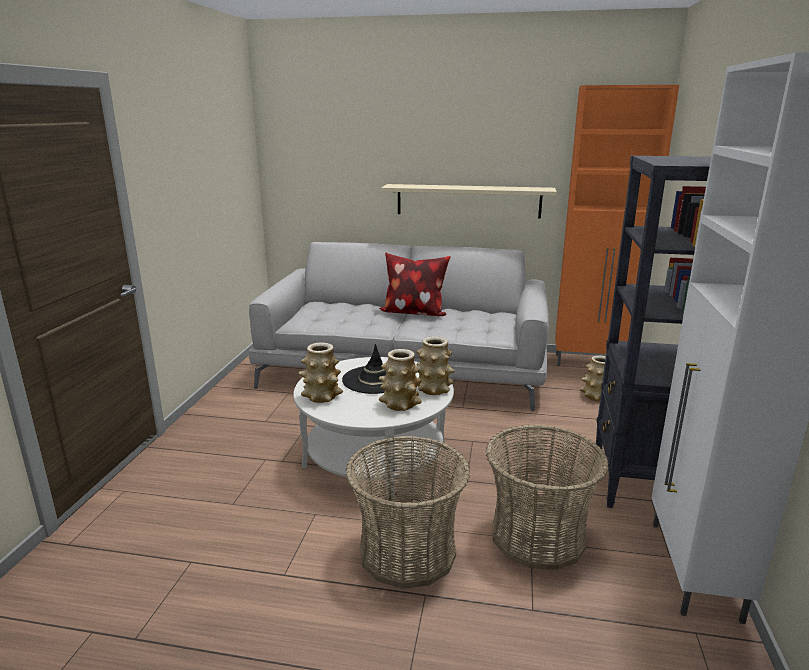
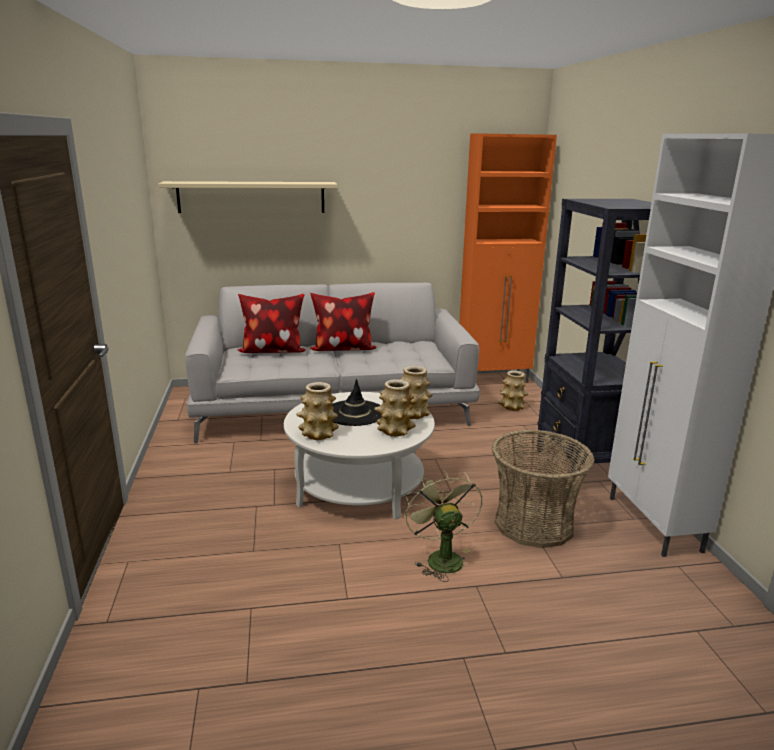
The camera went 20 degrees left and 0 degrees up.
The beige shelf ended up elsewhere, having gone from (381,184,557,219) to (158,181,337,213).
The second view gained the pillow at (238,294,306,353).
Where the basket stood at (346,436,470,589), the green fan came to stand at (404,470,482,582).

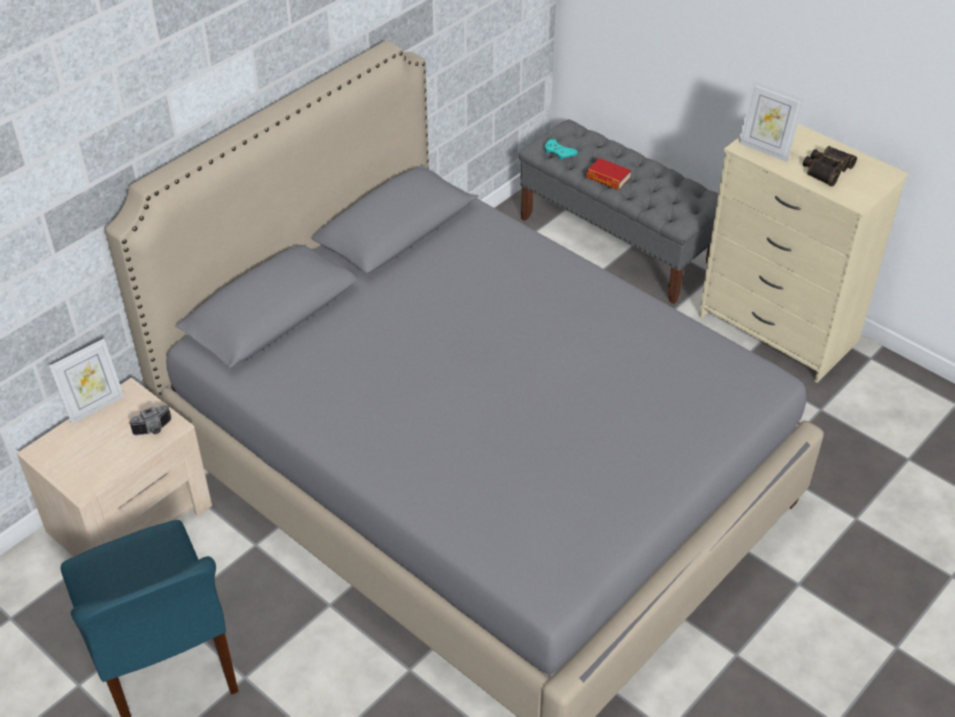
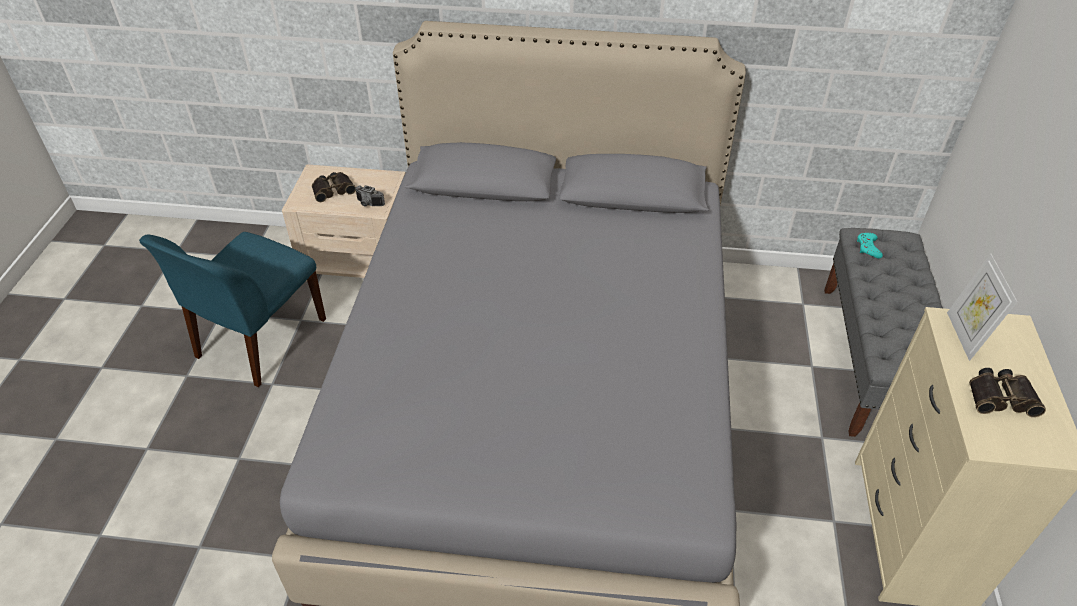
The camera went 55 degrees right and 0 degrees up.
The second view gained the binoculars at (312,172,356,202).
The second view lost the picture frame at (49,338,124,424).
The second view lost the book at (586,158,631,190).

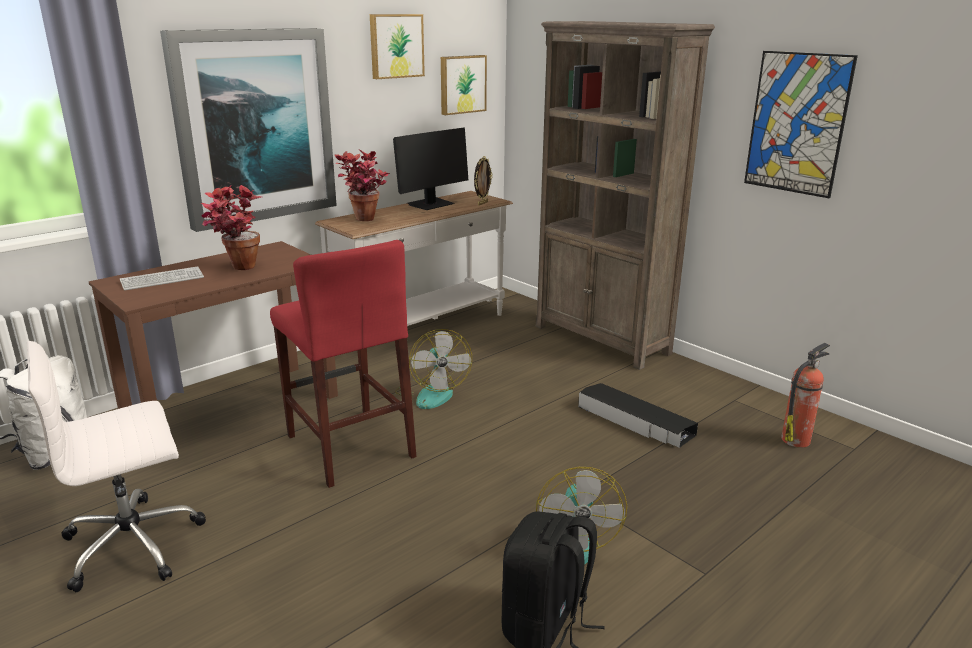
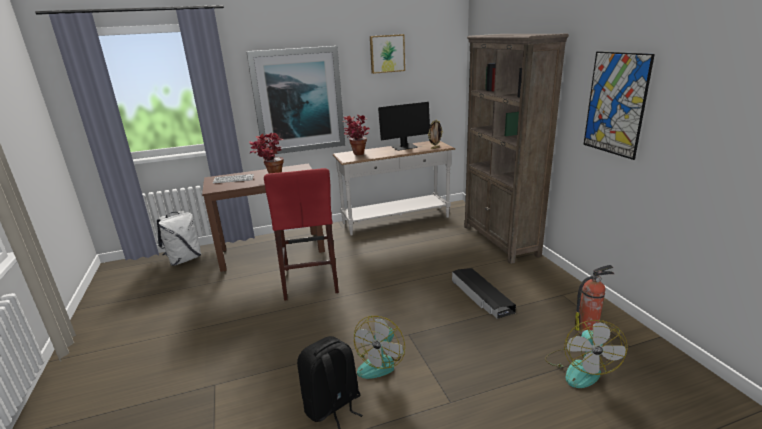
The camera went 25 degrees right and 0 degrees up.
The fan ended up elsewhere, having gone from (395,329,472,409) to (545,320,628,388).
The second view lost the white office chair at (26,341,206,592).
The second view lost the picture at (441,55,487,115).

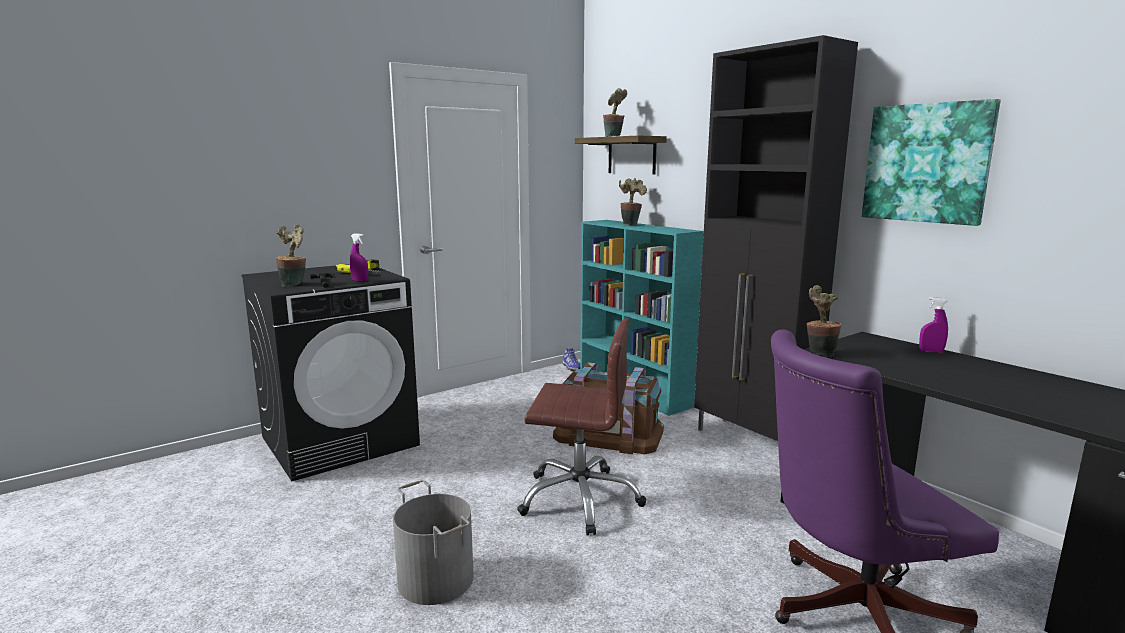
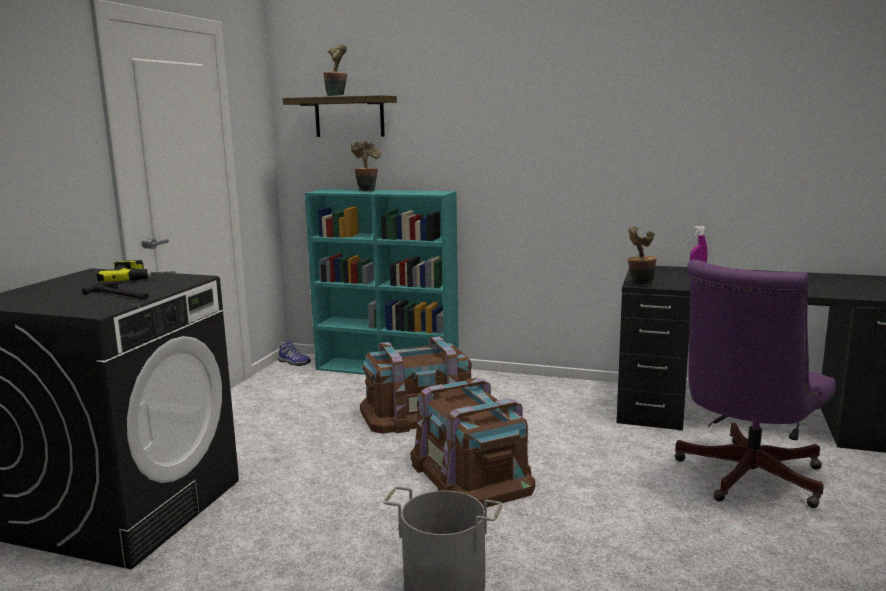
The camera went 35 degrees left and 0 degrees up.
Where the brown office chair stood at (517,319,646,535), the brown storage box came to stand at (411,378,535,507).
The second view lost the potted plant at (275,224,306,287).
The second view lost the purple spray bottle at (350,234,368,282).
The second view lost the black cabinet at (694,35,858,441).
The second view lost the picture at (862,99,1001,226).

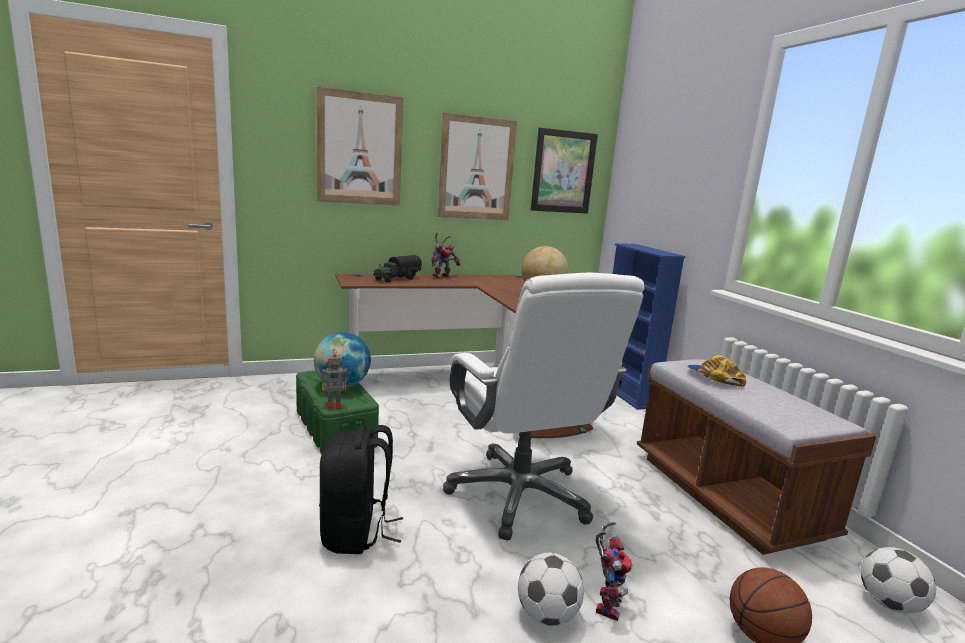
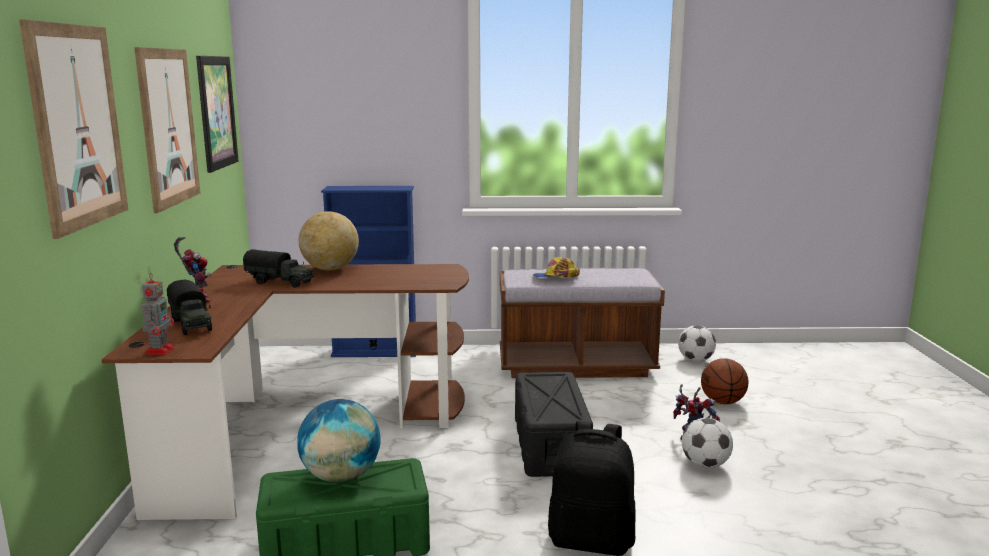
The camera went 70 degrees left and 0 degrees up.
The toy robot ended up elsewhere, having gone from (322,349,349,409) to (142,273,175,355).
The second view gained the toy truck at (243,249,314,288).
Where the white office chair stood at (443,273,645,540), the black storage box came to stand at (515,372,593,477).

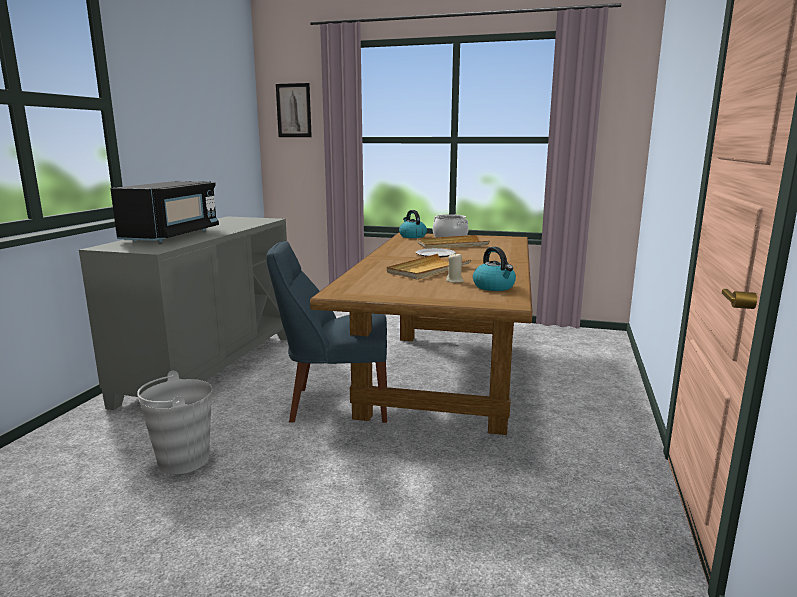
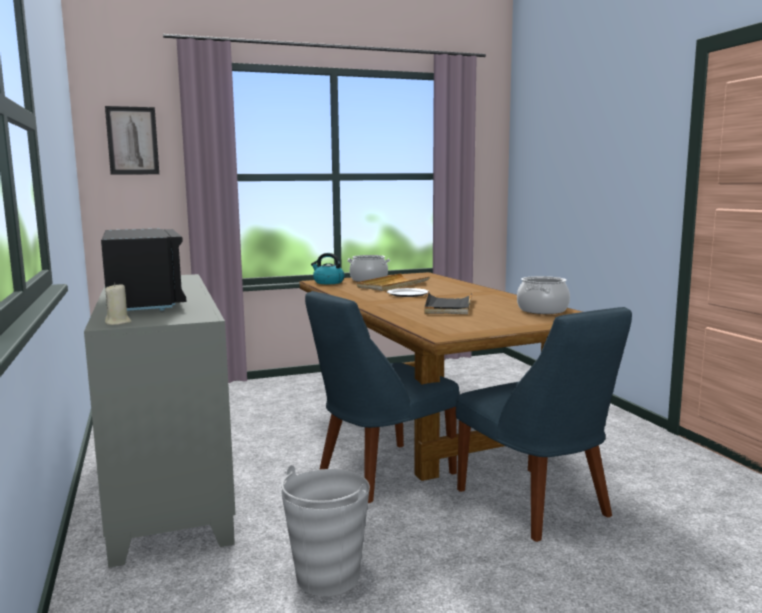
The camera went 35 degrees left and 5 degrees down.
The beige candle ended up elsewhere, having gone from (446,253,463,283) to (105,283,132,325).
What was the beige tray at (387,254,472,280) turned into the black tray at (424,291,473,315).
The second view gained the blue chair at (456,307,632,542).
Where the kettle stood at (473,247,516,291), the cooking pot came to stand at (517,276,570,314).

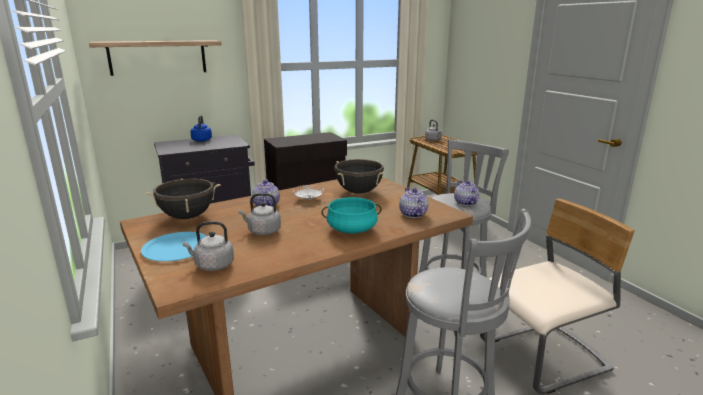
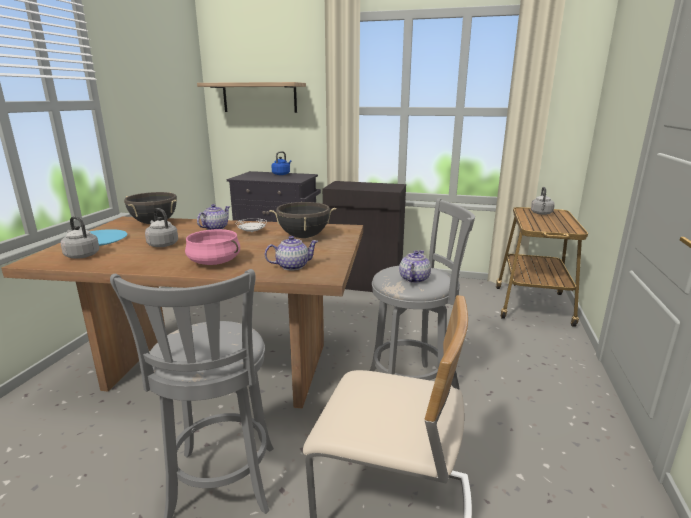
The camera went 40 degrees right and 0 degrees up.
What was the turquoise cooking pot at (322,197,382,233) turned into the pink cooking pot at (185,229,240,265).
The teapot at (399,187,428,218) ended up facing another way, 45 degrees clockwise from before.

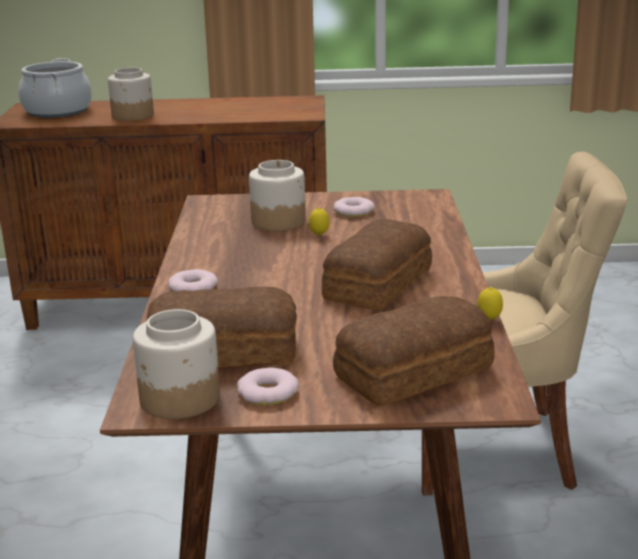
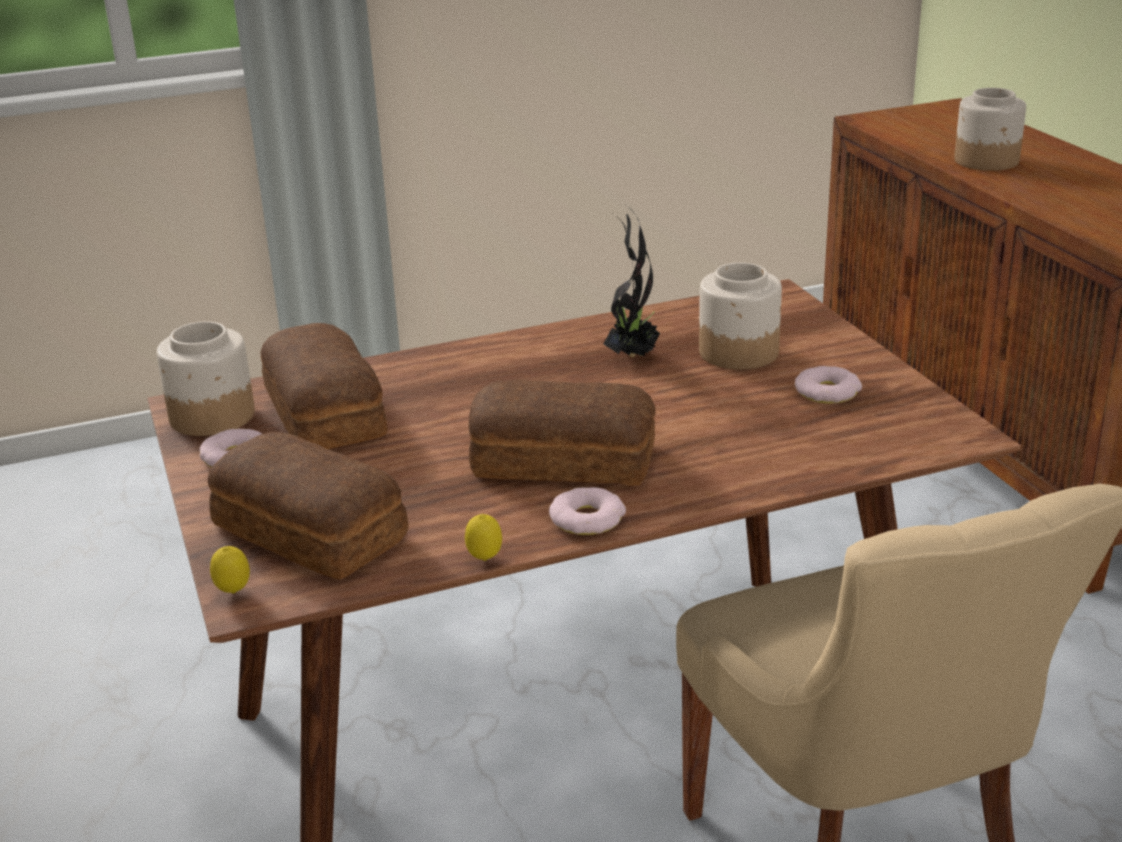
The camera went 70 degrees right and 5 degrees up.
The lemon ended up elsewhere, having gone from (309,208,329,236) to (210,546,250,594).
The donut ended up elsewhere, having gone from (168,269,218,292) to (549,487,626,535).
The second view gained the potted plant at (604,206,660,357).
The second view lost the cooking pot at (19,58,92,118).

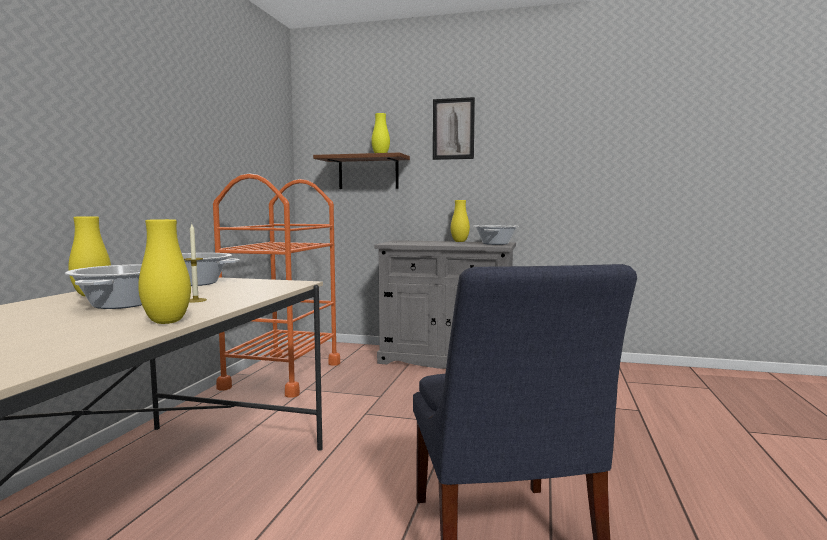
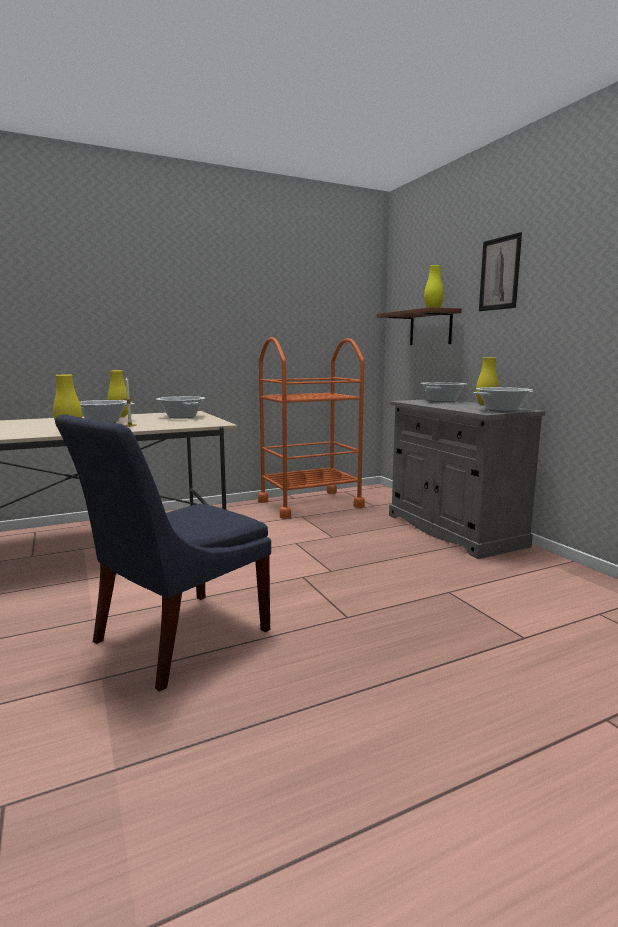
The camera went 50 degrees right and 5 degrees up.
The second view gained the cooking pot at (420,382,466,402).

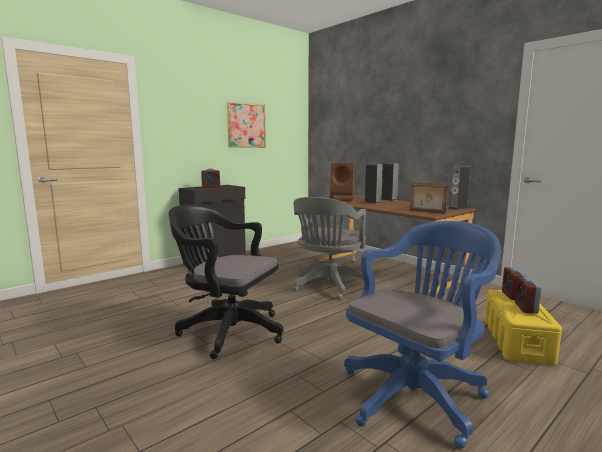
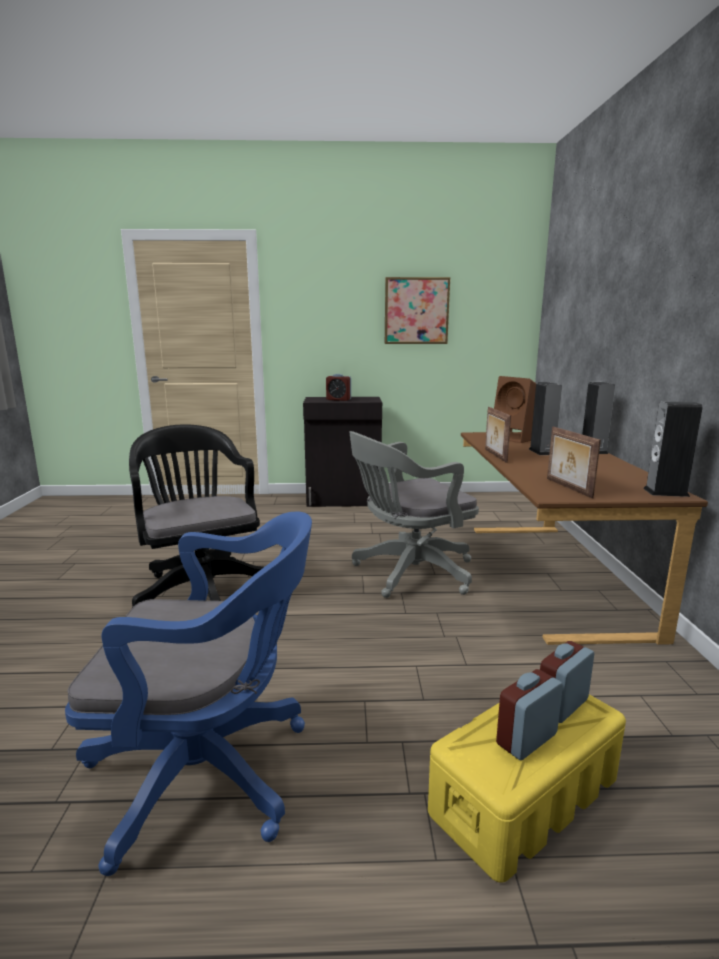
The camera went 40 degrees right and 5 degrees up.
The second view gained the picture frame at (485,407,511,463).

